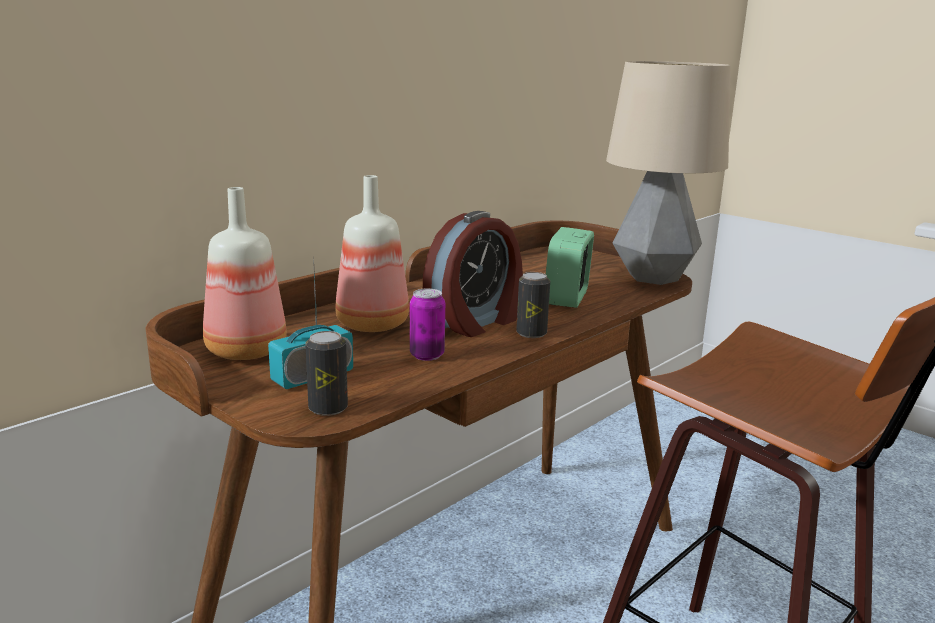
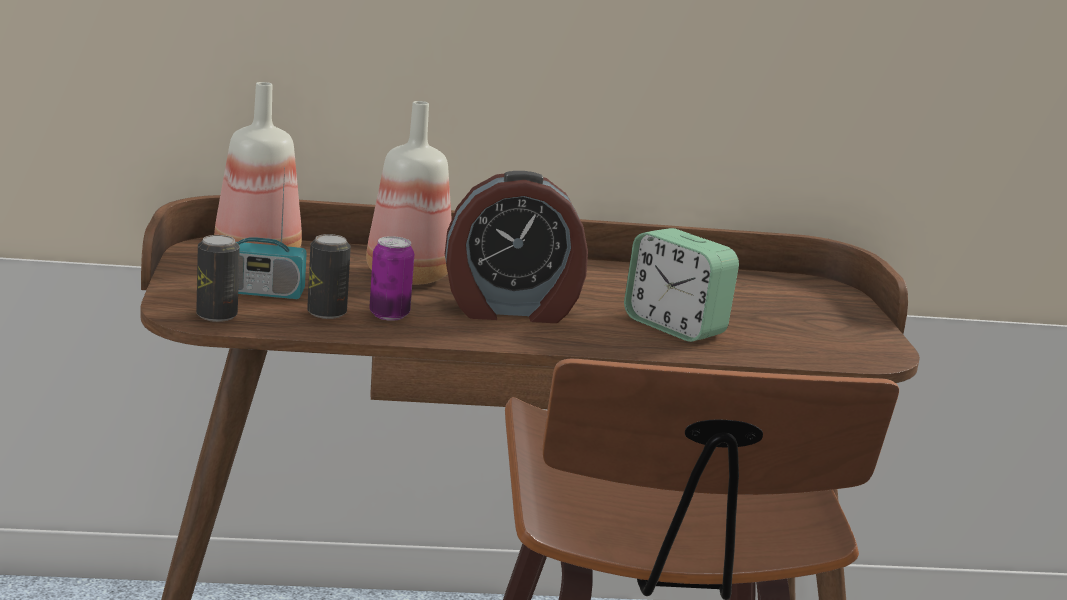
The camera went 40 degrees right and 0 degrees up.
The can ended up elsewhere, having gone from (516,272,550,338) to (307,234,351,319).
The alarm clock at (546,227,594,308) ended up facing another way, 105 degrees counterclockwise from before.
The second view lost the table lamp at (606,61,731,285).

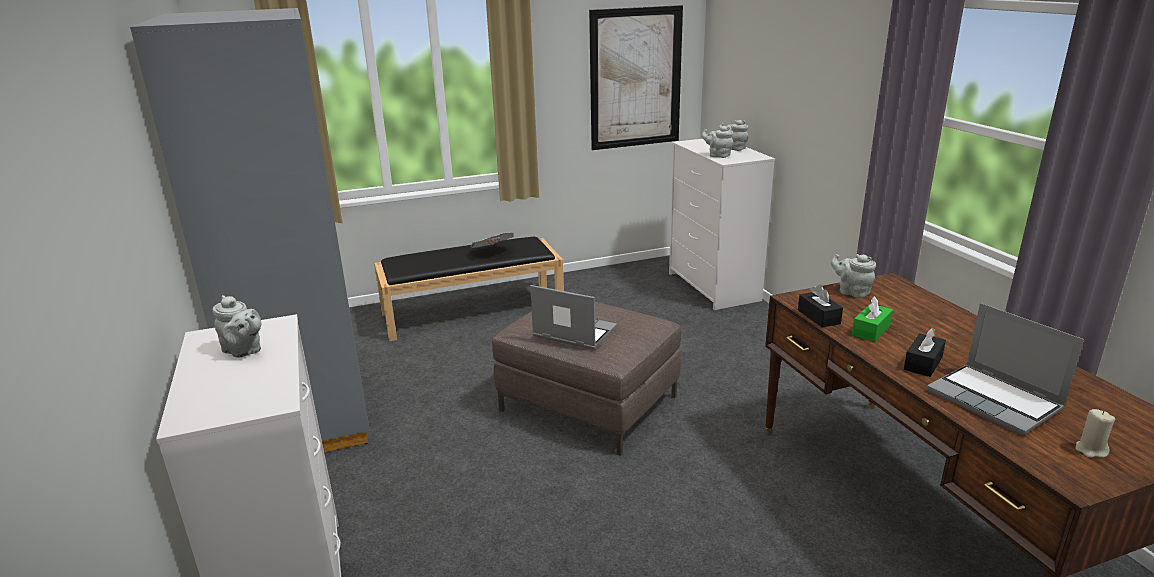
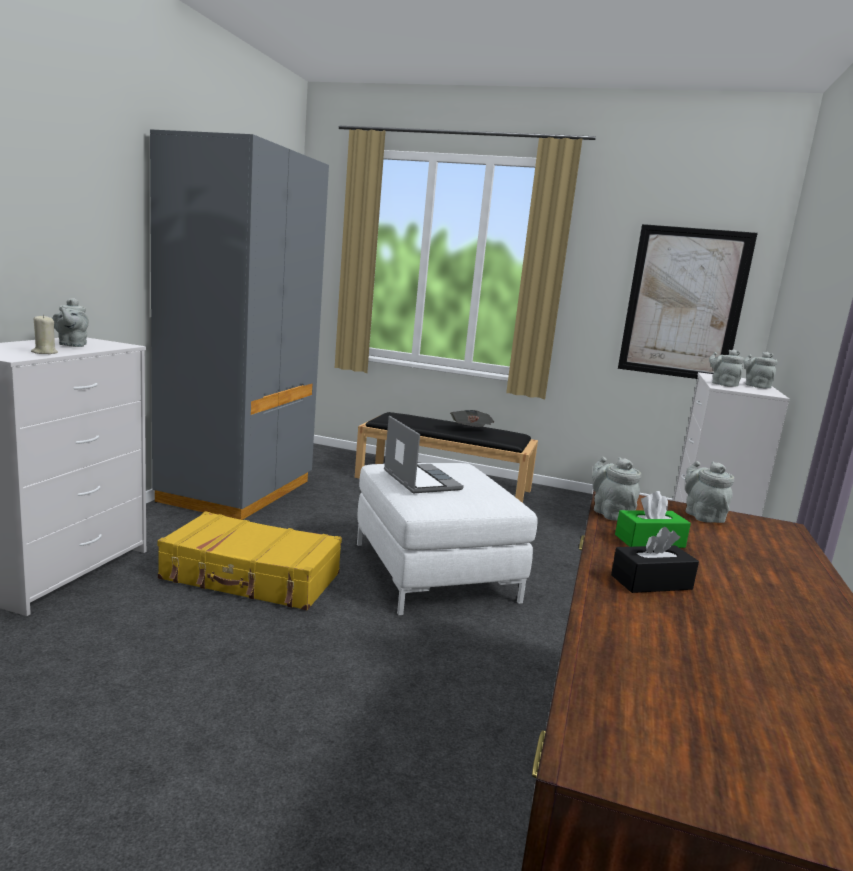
The camera went 35 degrees right and 10 degrees down.
The beige candle ended up elsewhere, having gone from (1075,409,1115,458) to (31,315,58,354).
The second view gained the yellow suitcase at (157,511,342,610).
What was the brown ottoman at (492,302,681,456) turned into the white ottoman at (357,463,538,615).
Where the black tissue box stood at (798,284,843,327), the grey teapot came to stand at (592,457,641,521).
The second view lost the laptop at (927,303,1084,435).

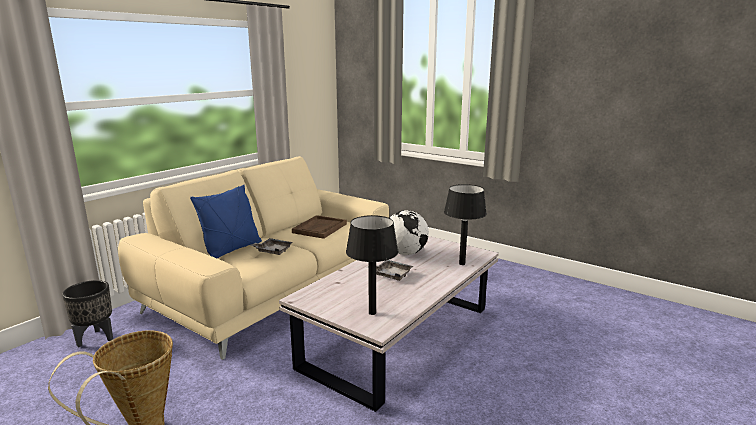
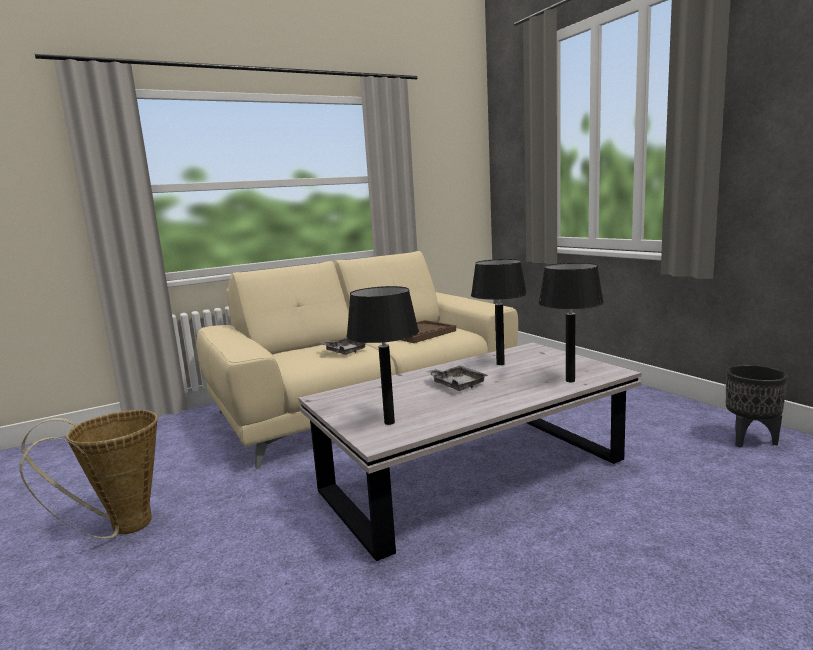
The camera went 25 degrees right and 5 degrees down.
Where the globe stood at (390,210,429,255), the black table lamp came to stand at (471,259,527,365).
The black planter ended up elsewhere, having gone from (62,280,113,347) to (726,364,788,447).
The second view lost the blue pillow at (190,184,262,259).

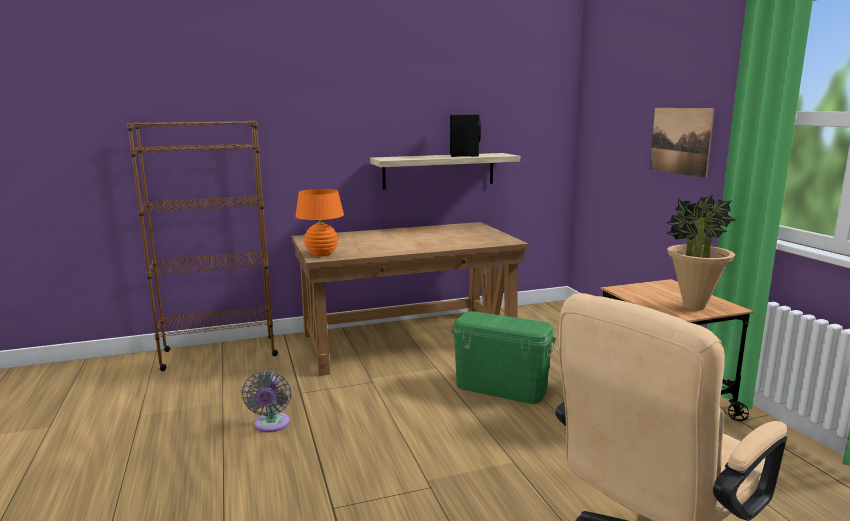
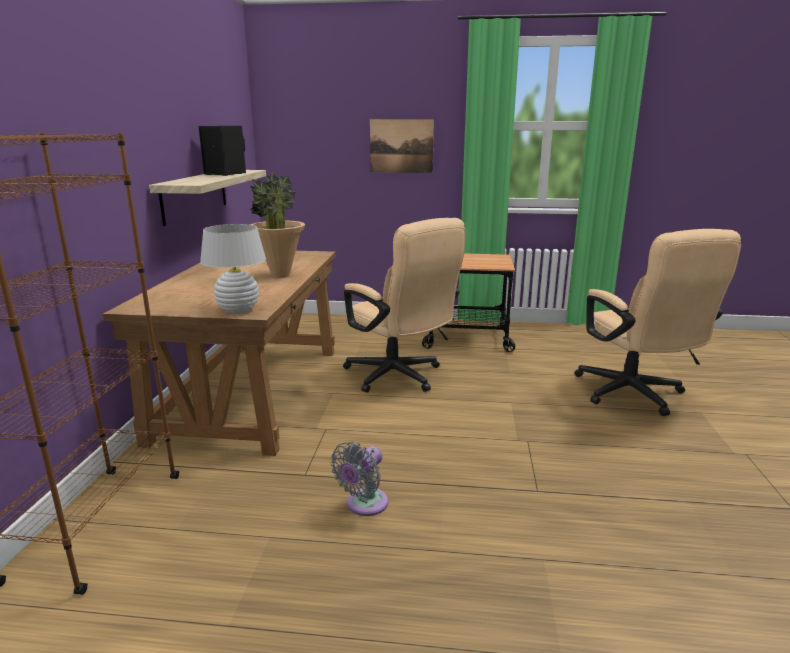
The camera went 65 degrees left and 5 degrees up.
What was the orange table lamp at (295,189,344,256) turned into the white table lamp at (200,224,266,314).
The potted plant ended up elsewhere, having gone from (666,194,735,310) to (250,172,305,278).
The grey fan at (241,371,292,432) ended up facing another way, 105 degrees clockwise from before.
Where the green storage box stood at (452,311,556,404), the beige office chair came to stand at (343,218,466,393).

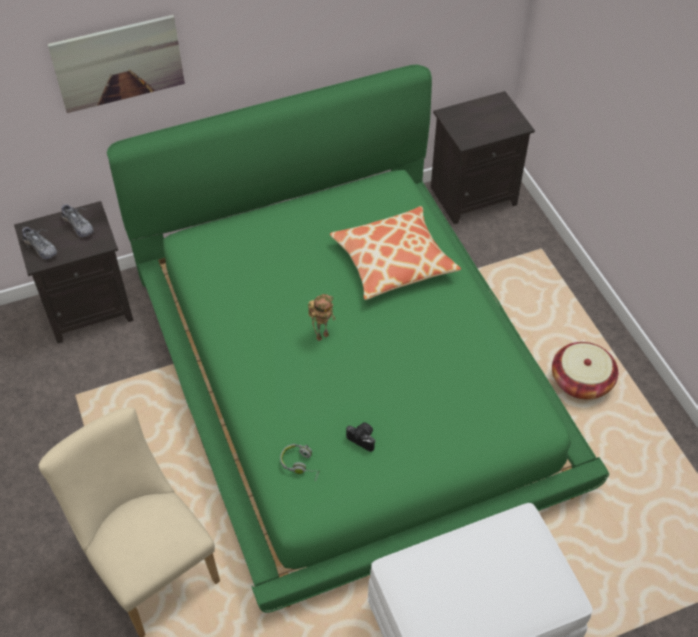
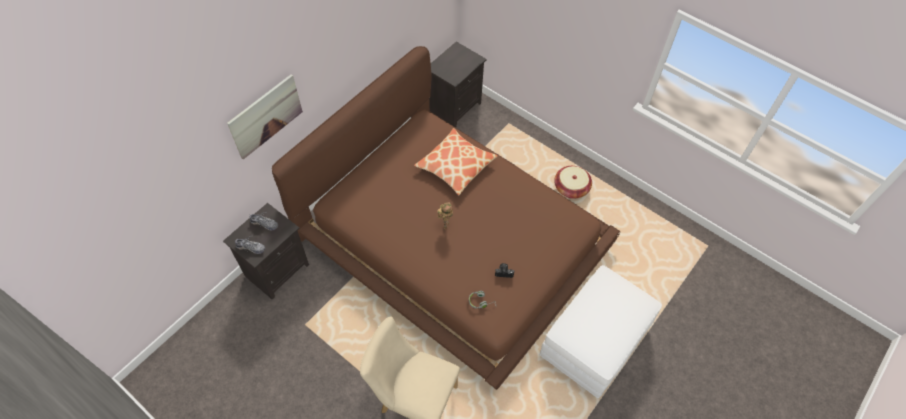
The camera went 30 degrees left and 5 degrees up.
What was the green bed at (107,65,609,613) turned into the brown bed at (272,46,620,390).

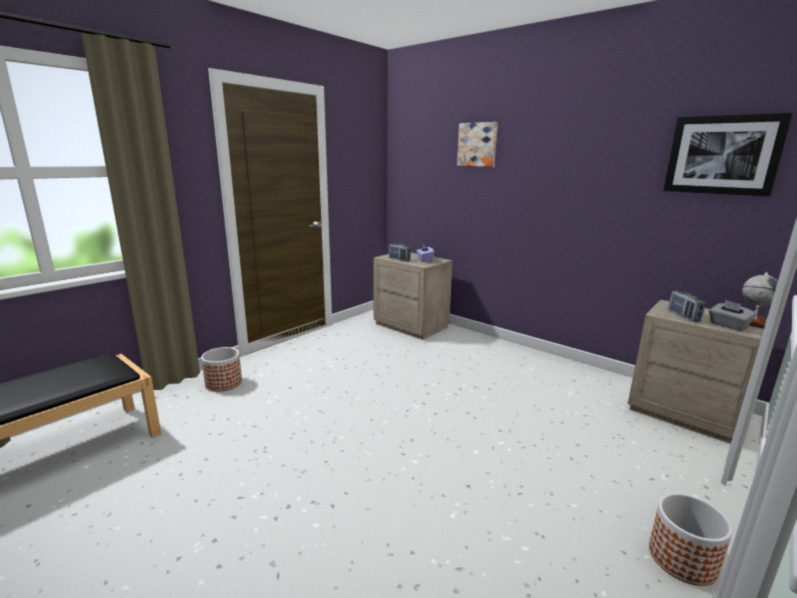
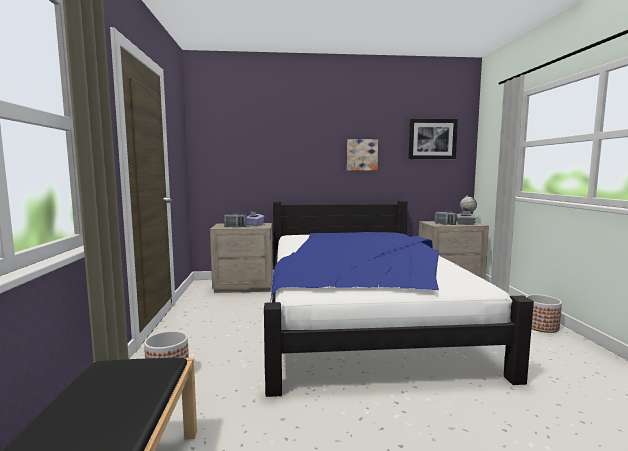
The camera went 45 degrees left and 10 degrees down.
The second view gained the bed at (264,200,534,397).
The picture ended up elsewhere, having gone from (457,122,498,167) to (347,139,378,171).

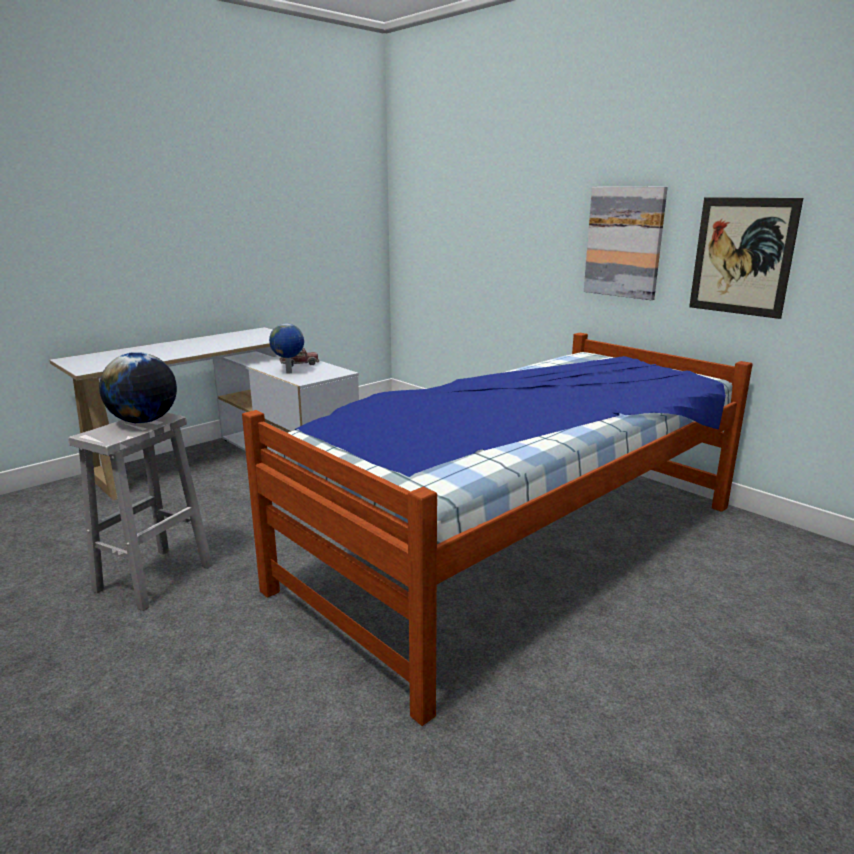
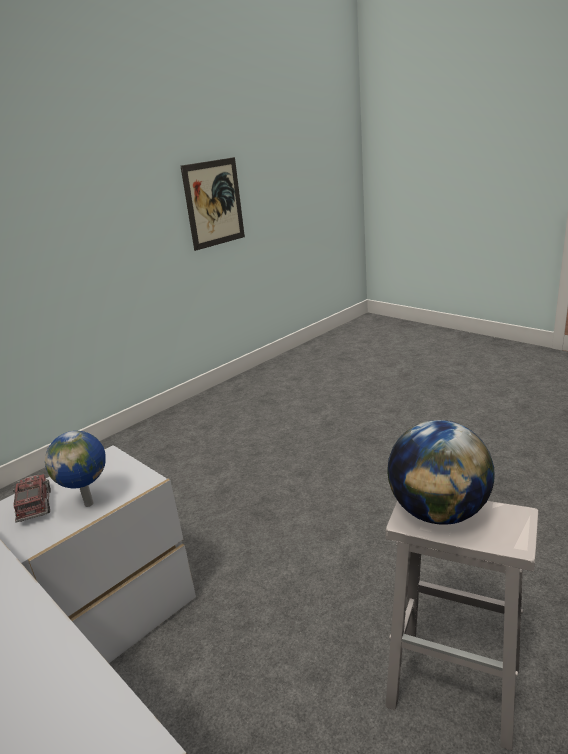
The camera went 90 degrees left and 5 degrees up.
The second view lost the bed at (242,333,752,726).
The second view lost the picture at (584,187,668,300).

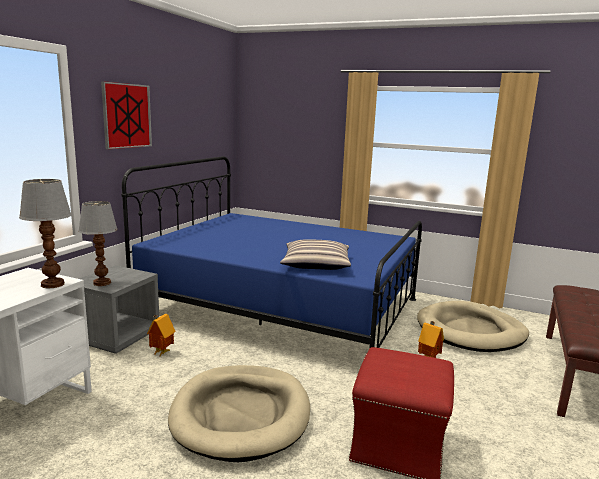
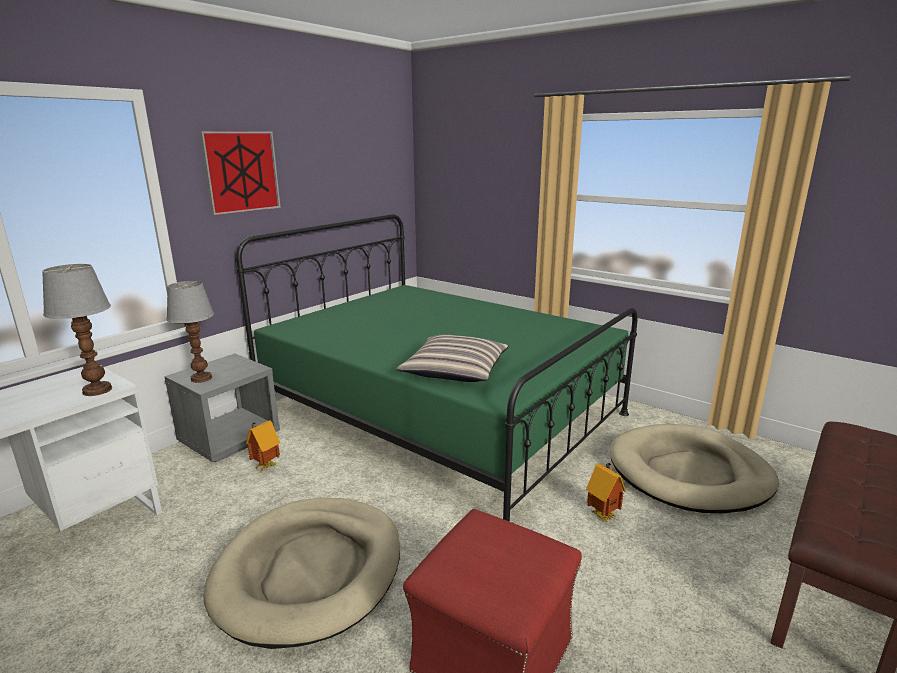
The camera went 15 degrees right and 5 degrees up.
What was the blue bed at (121,156,422,349) turned into the green bed at (236,214,637,522).

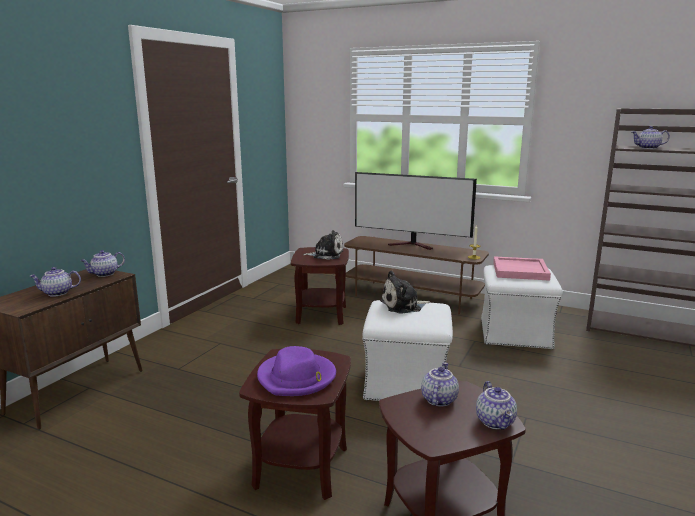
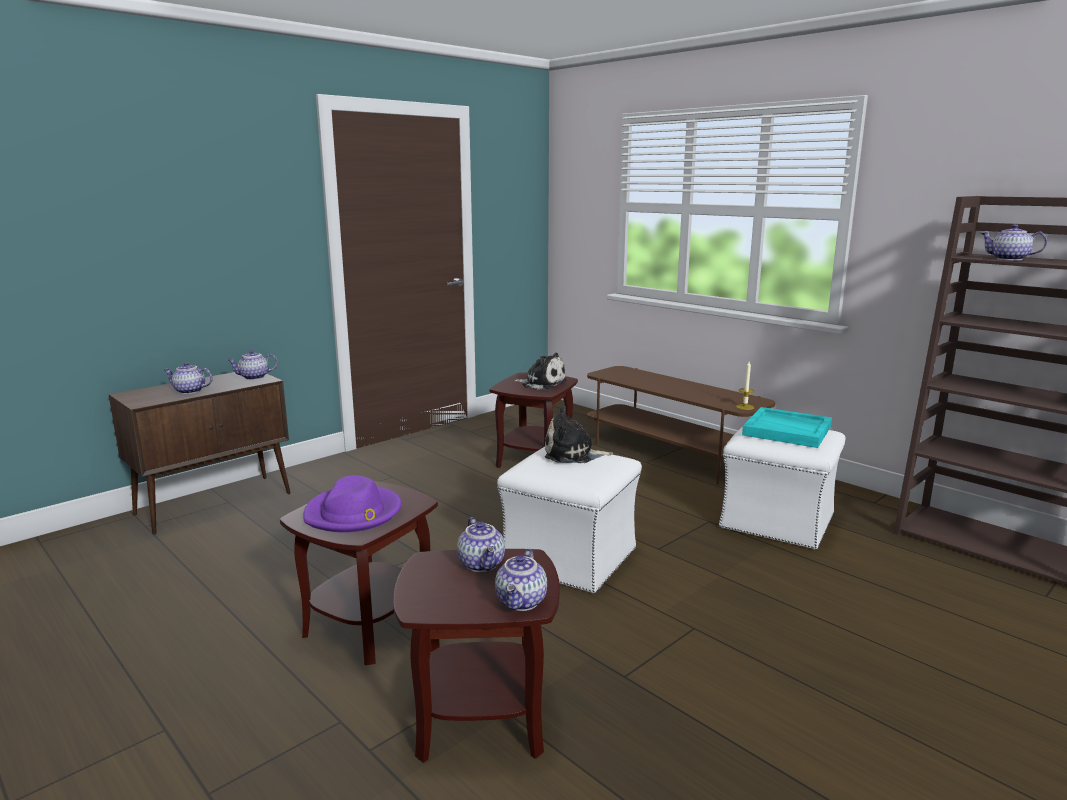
The camera went 20 degrees right and 0 degrees up.
The teapot at (421,362,459,407) ended up facing another way, 120 degrees clockwise from before.
What was the pink tray at (493,256,551,281) turned into the turquoise tray at (742,407,832,448).
The second view lost the television at (355,172,477,250).

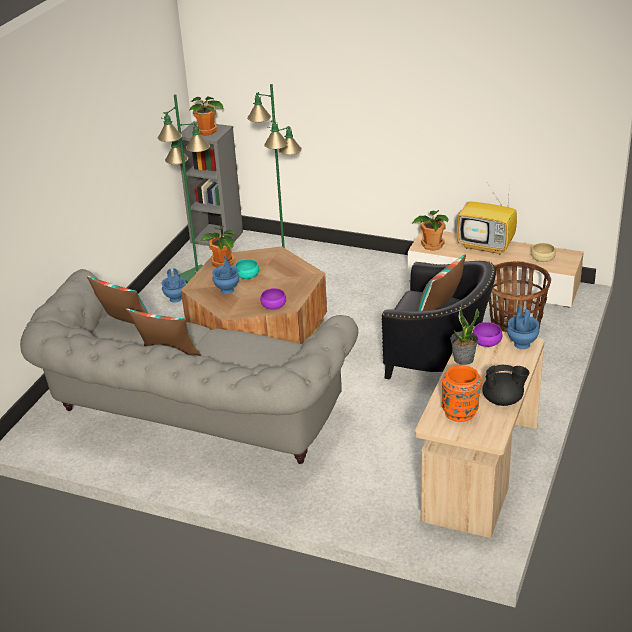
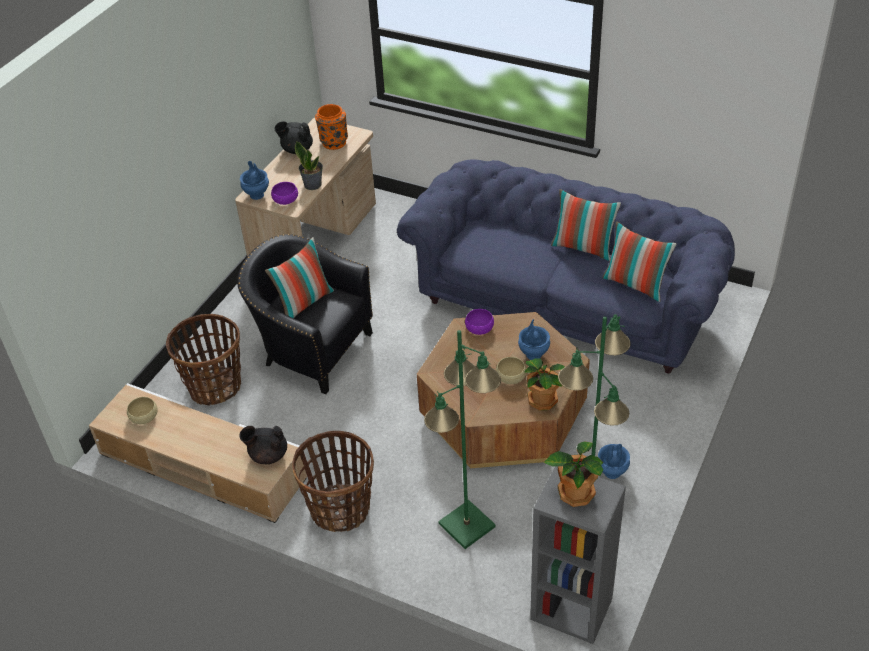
The camera went 175 degrees left and 10 degrees up.
Where the potted plant stood at (412,210,449,251), the black teapot came to stand at (240,426,287,464).
The second view gained the basket at (292,431,374,532).
What was the grey sofa at (20,269,358,464) turned into the blue sofa at (397,159,735,373).
What was the turquoise bowl at (235,259,259,279) turned into the beige bowl at (496,357,526,384).
The second view lost the television at (457,181,517,255).

